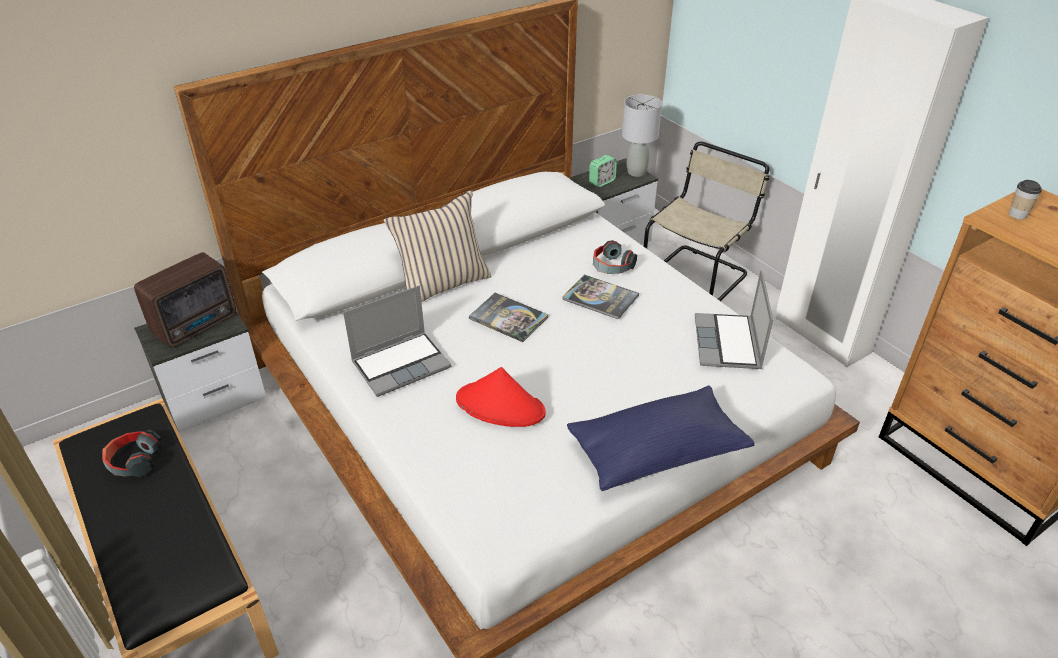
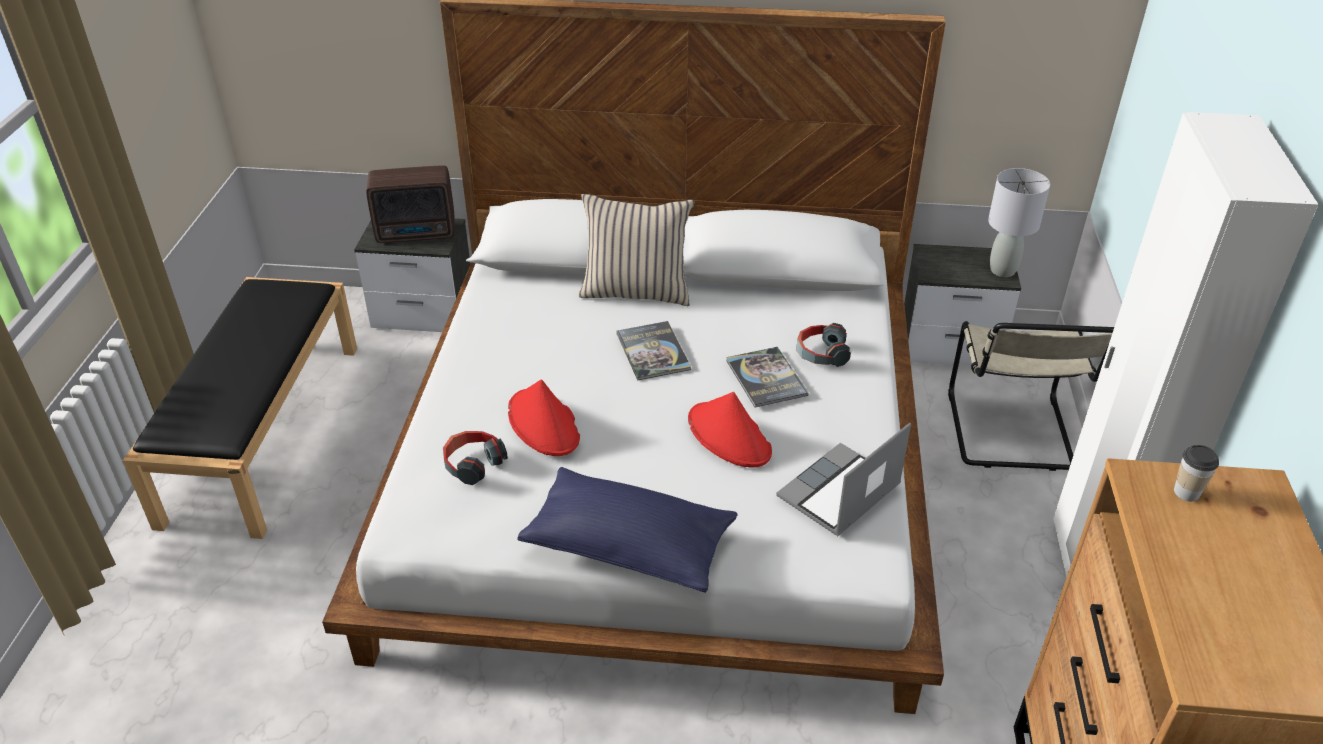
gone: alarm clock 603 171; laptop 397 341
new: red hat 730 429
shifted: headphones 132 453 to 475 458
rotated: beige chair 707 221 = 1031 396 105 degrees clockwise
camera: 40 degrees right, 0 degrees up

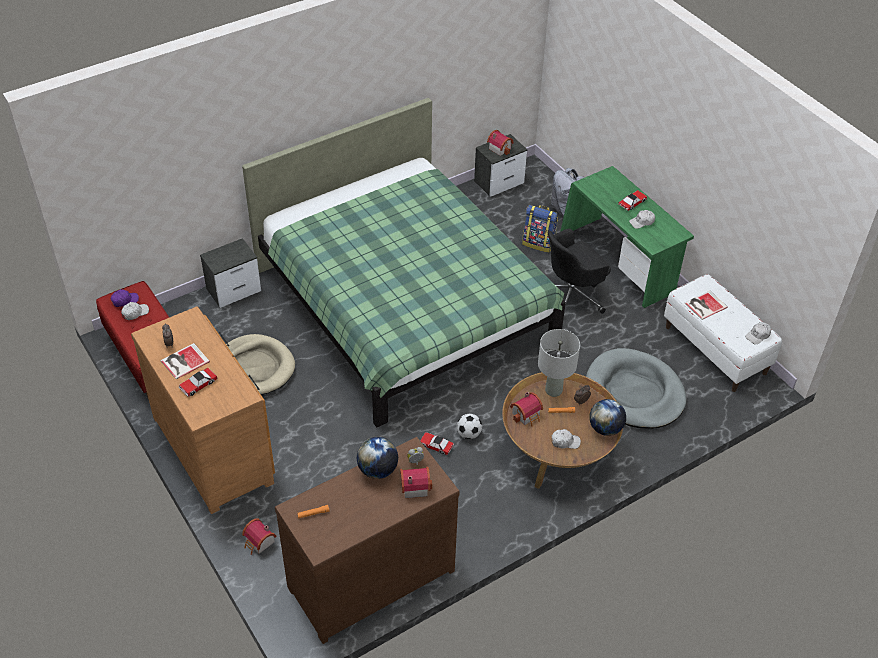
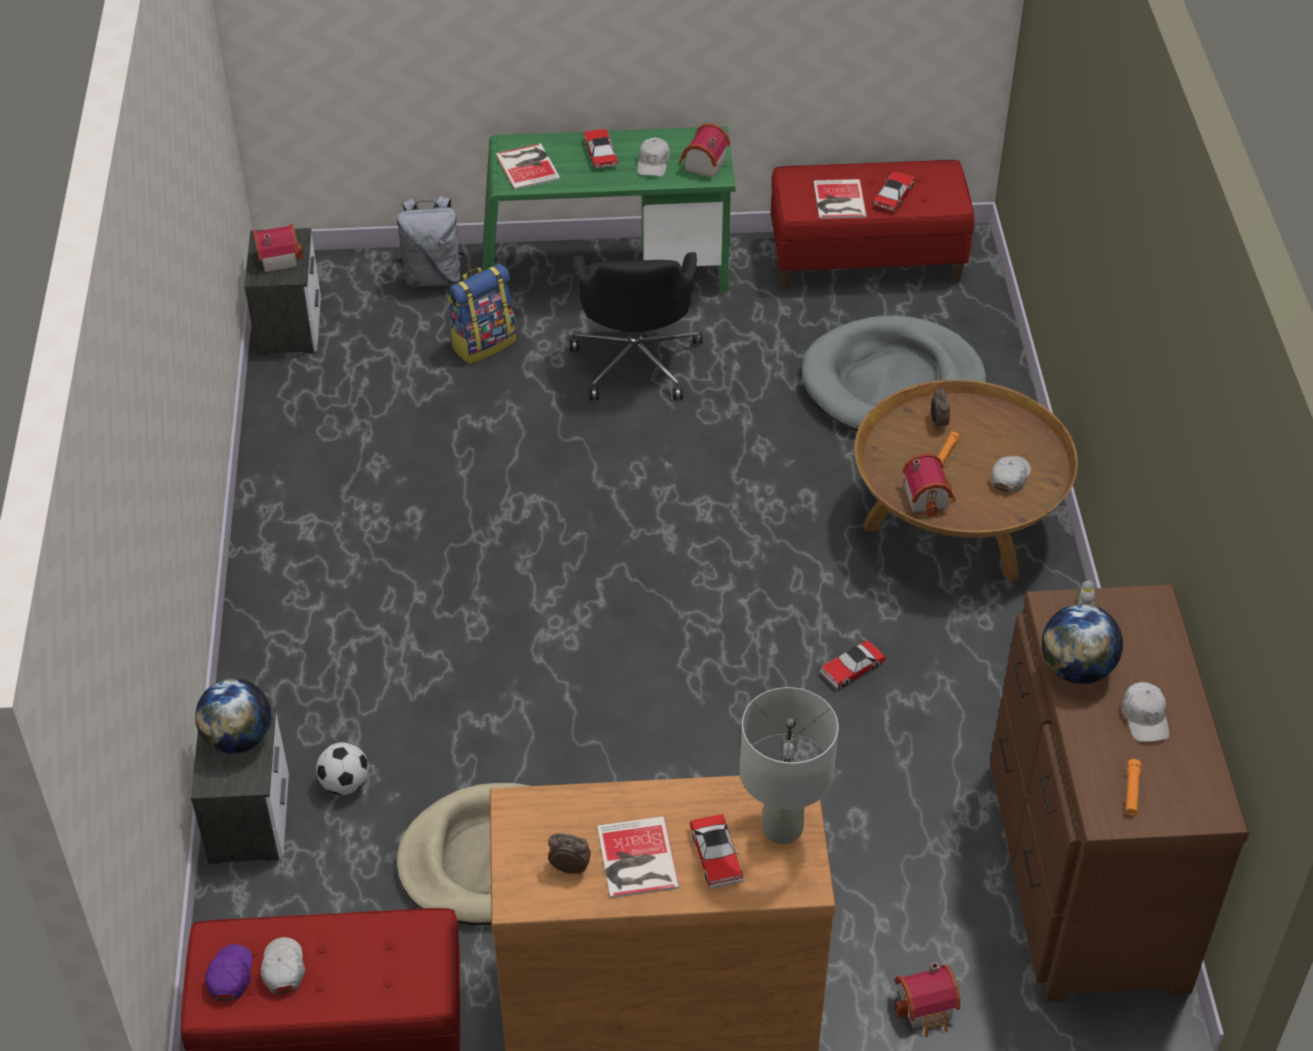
gone: green bed 404 262
new: book 527 166; toy car 894 191
shifted: white cap 758 333 to 1145 712; grey table lamp 559 363 to 789 765; globe 607 417 to 233 716; football 469 426 to 342 768; toy house 416 482 to 704 151
repainted: white bench 723 333 to red bench 872 224
camera: 60 degrees left, 0 degrees up

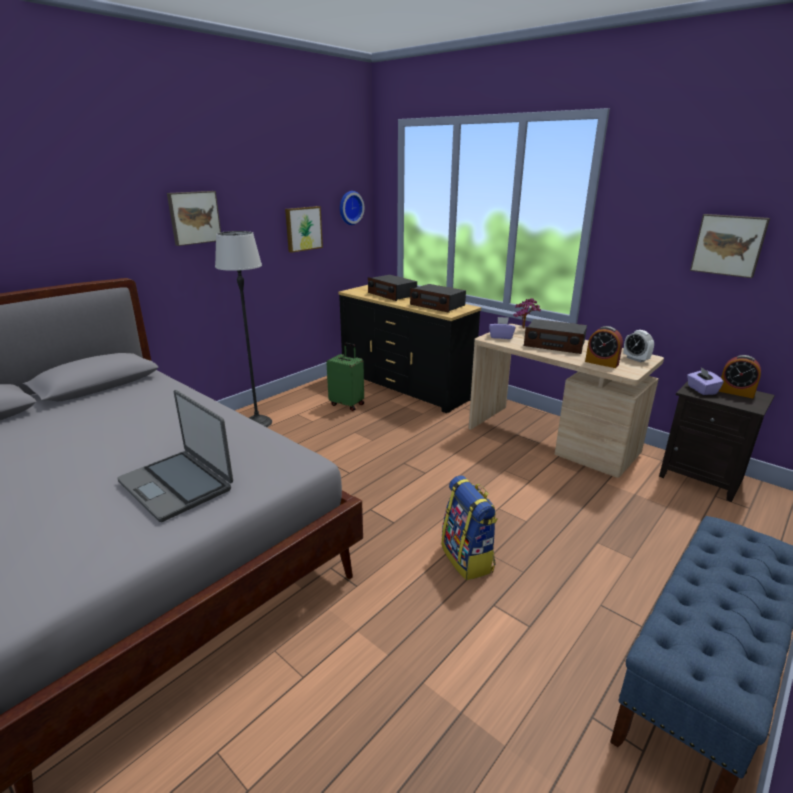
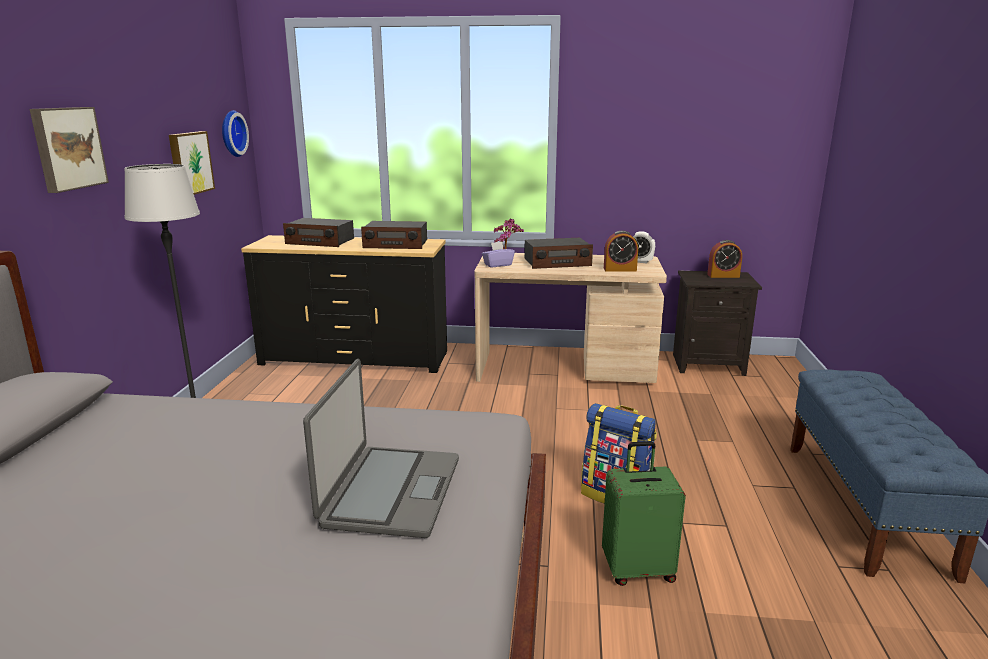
gone: picture 730 246; purple tissue box 705 381
shifted: green suitcase 345 377 to 644 513
rotated: laptop 175 456 = 381 448 90 degrees counterclockwise
camera: 35 degrees left, 5 degrees down

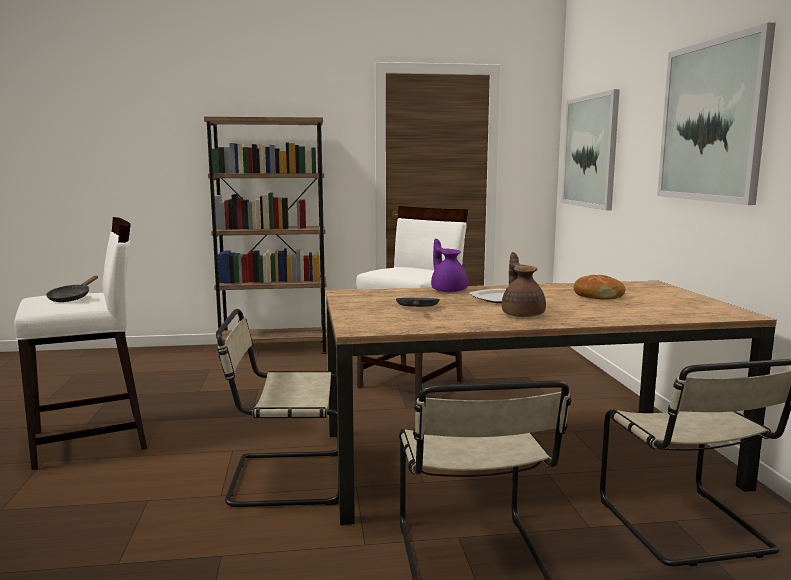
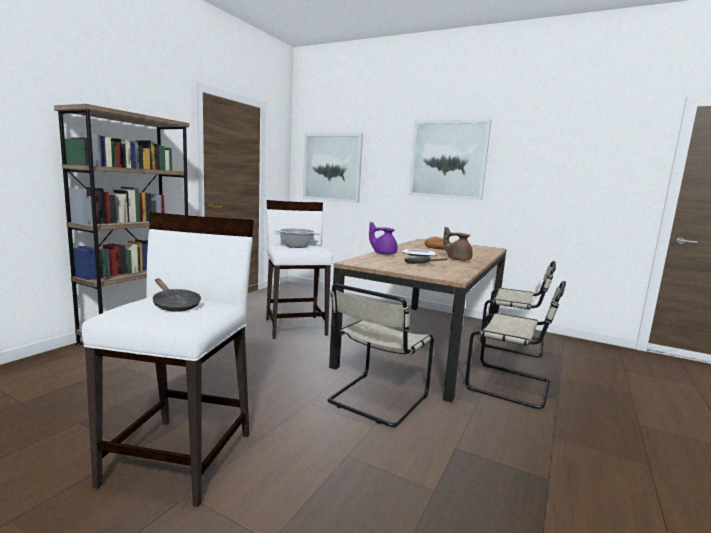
new: cooking pot 297 238
camera: 55 degrees left, 0 degrees up

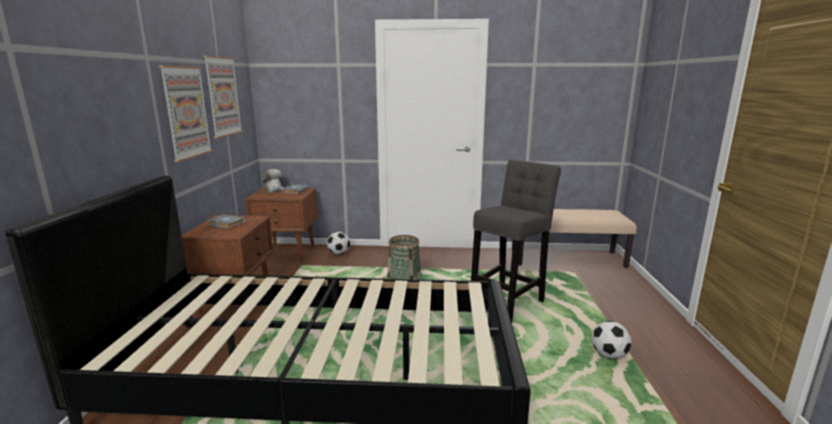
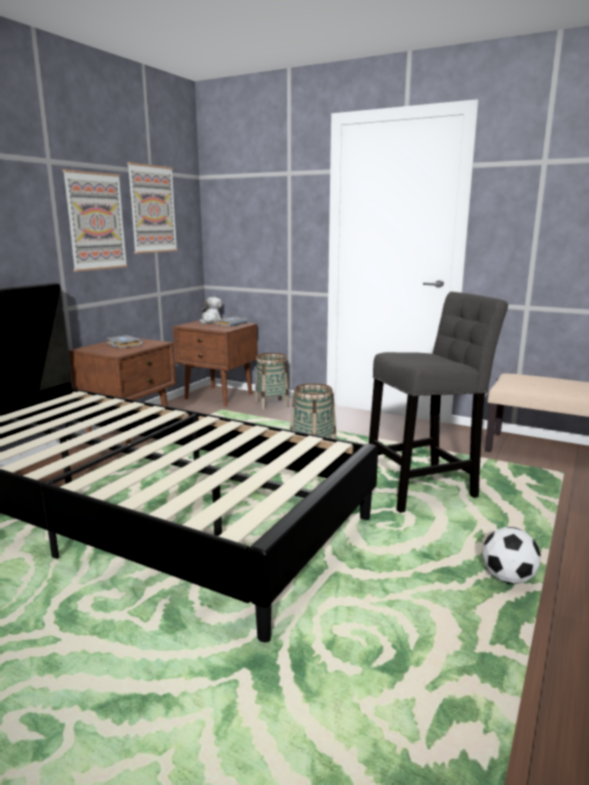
swapped: football 338 243 to basket 272 381
camera: 25 degrees right, 0 degrees up

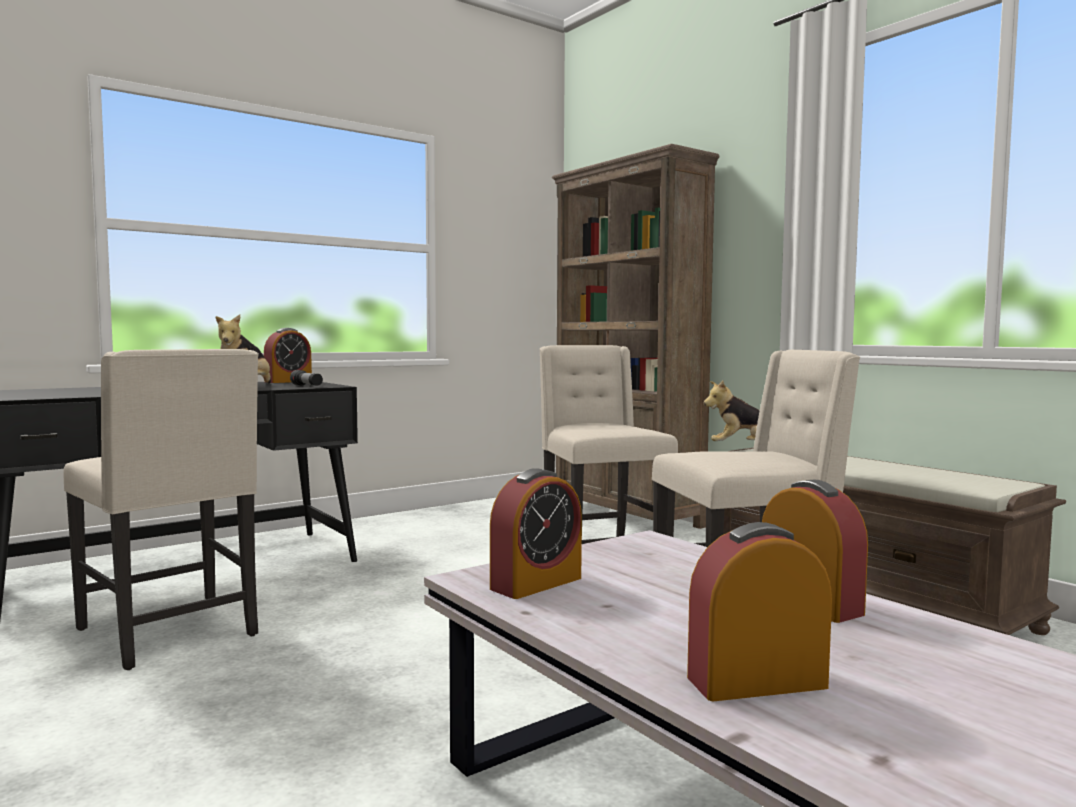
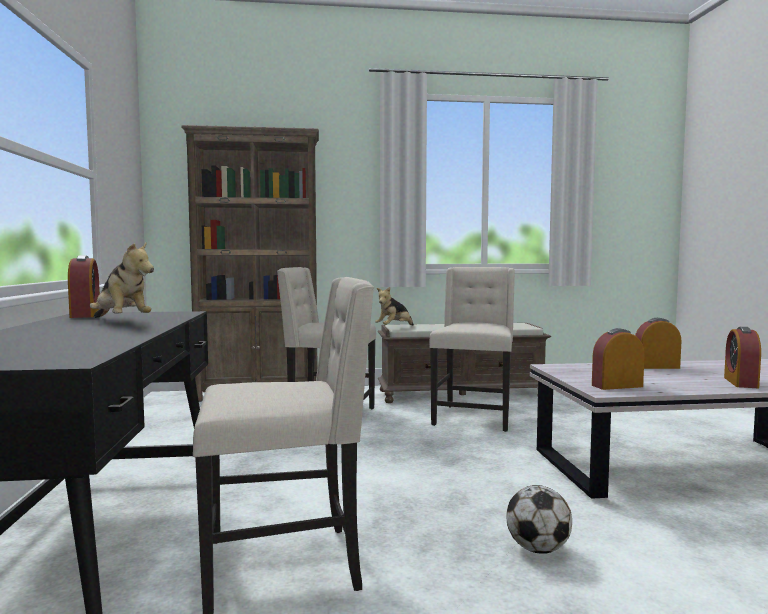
gone: flashlight 306 378
new: football 539 519
rotated: alarm clock 536 533 = 618 359 90 degrees counterclockwise
camera: 60 degrees left, 0 degrees up

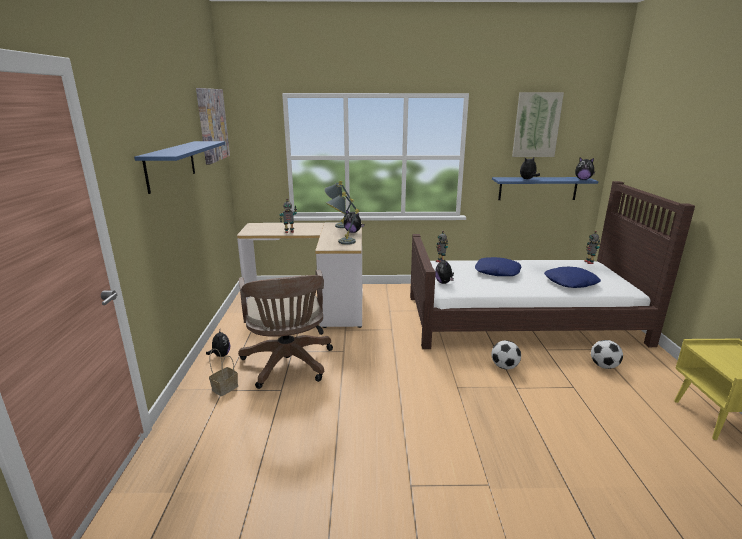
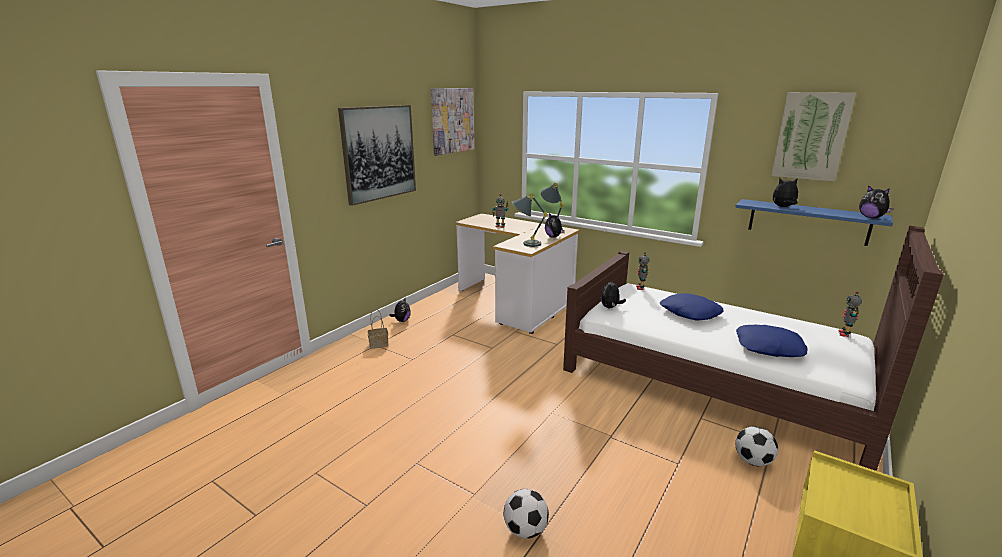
gone: brown office chair 285 329
shifted: football 506 355 to 526 514
swapped: blue shelf 179 167 to picture 377 155
camera: 35 degrees right, 0 degrees up

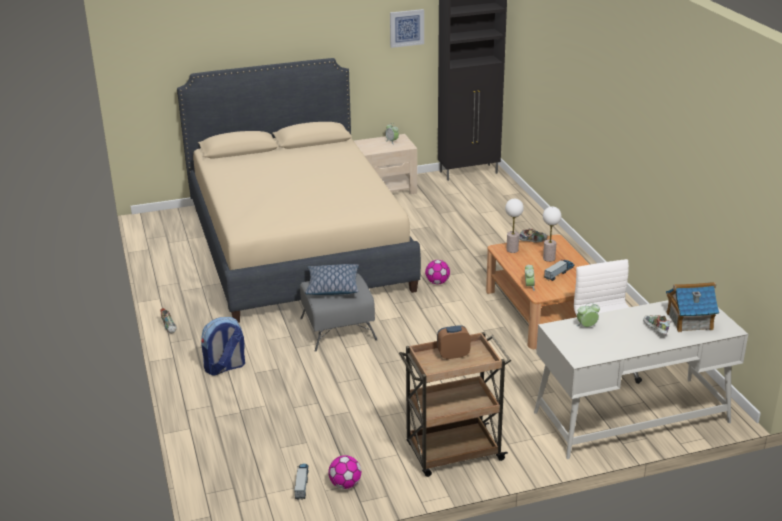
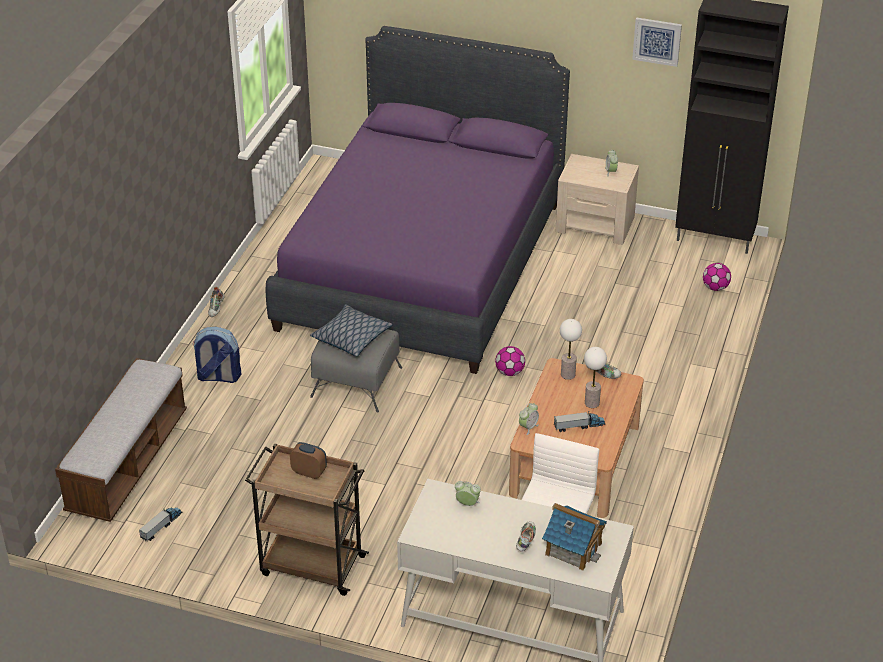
new: bench 121 440
shifted: football 344 472 to 717 277
repainted: beige bed 299 190 to purple bed 418 200
camera: 35 degrees right, 10 degrees up

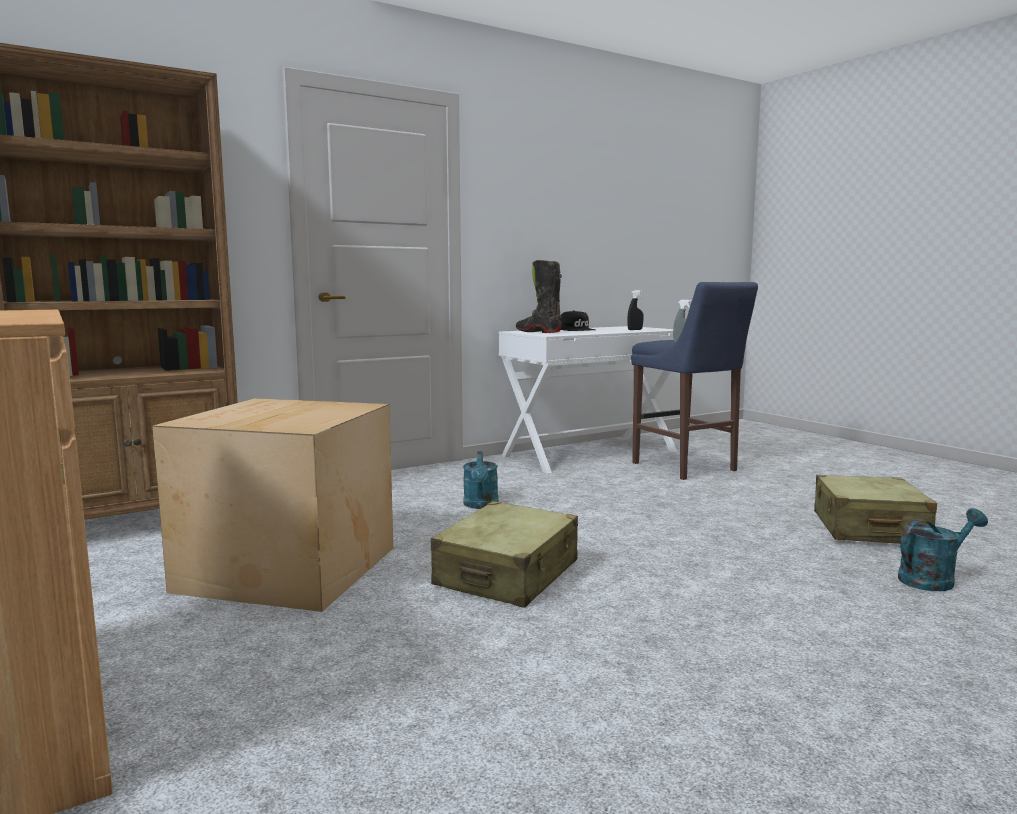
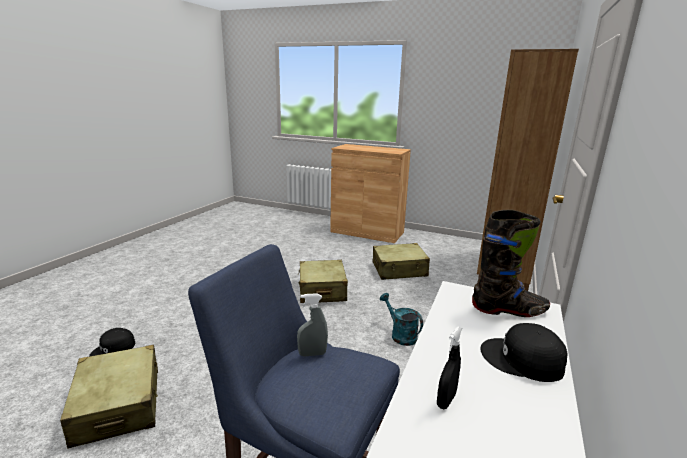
swapped: cardboard box 273 505 to beige suitcase 401 261; turquoise watering can 943 549 to black cap 112 342
camera: 145 degrees right, 10 degrees up

